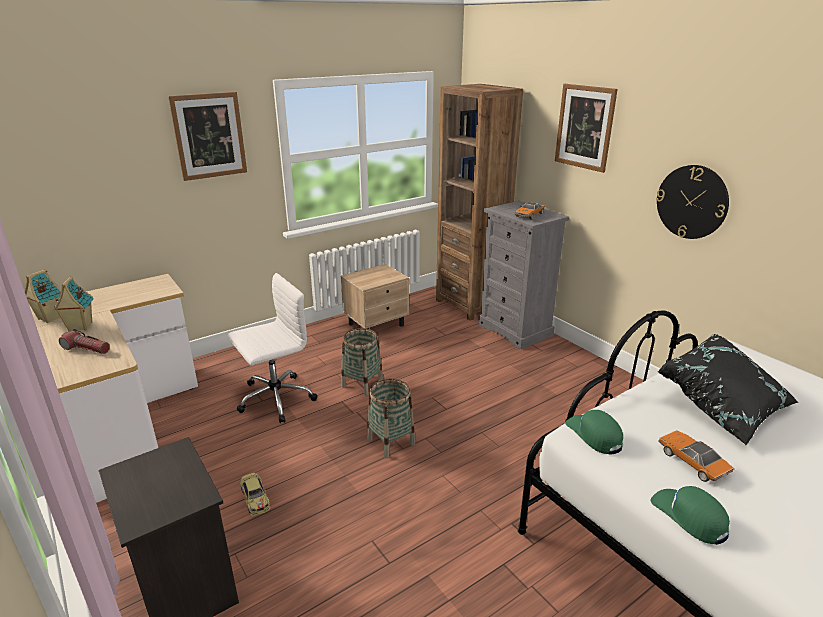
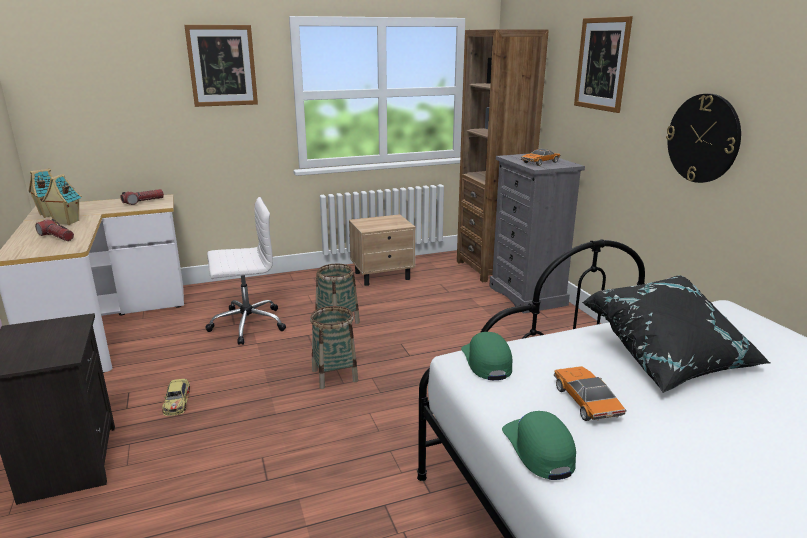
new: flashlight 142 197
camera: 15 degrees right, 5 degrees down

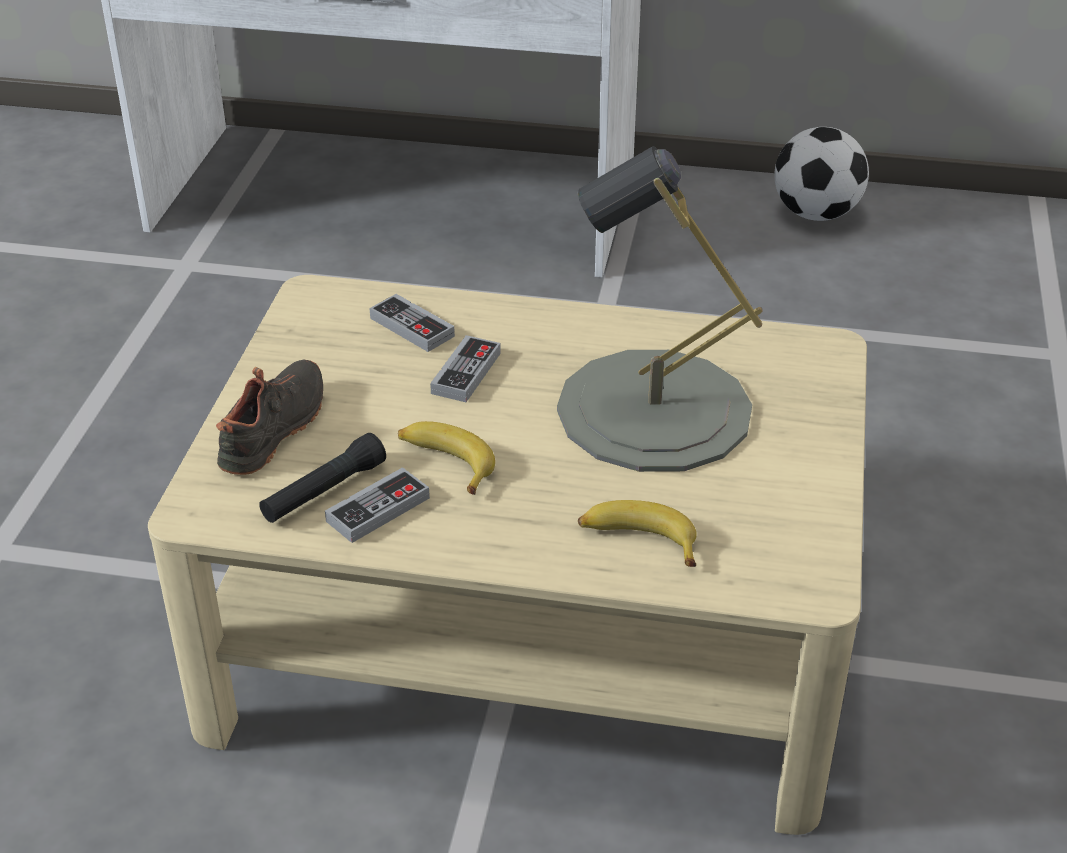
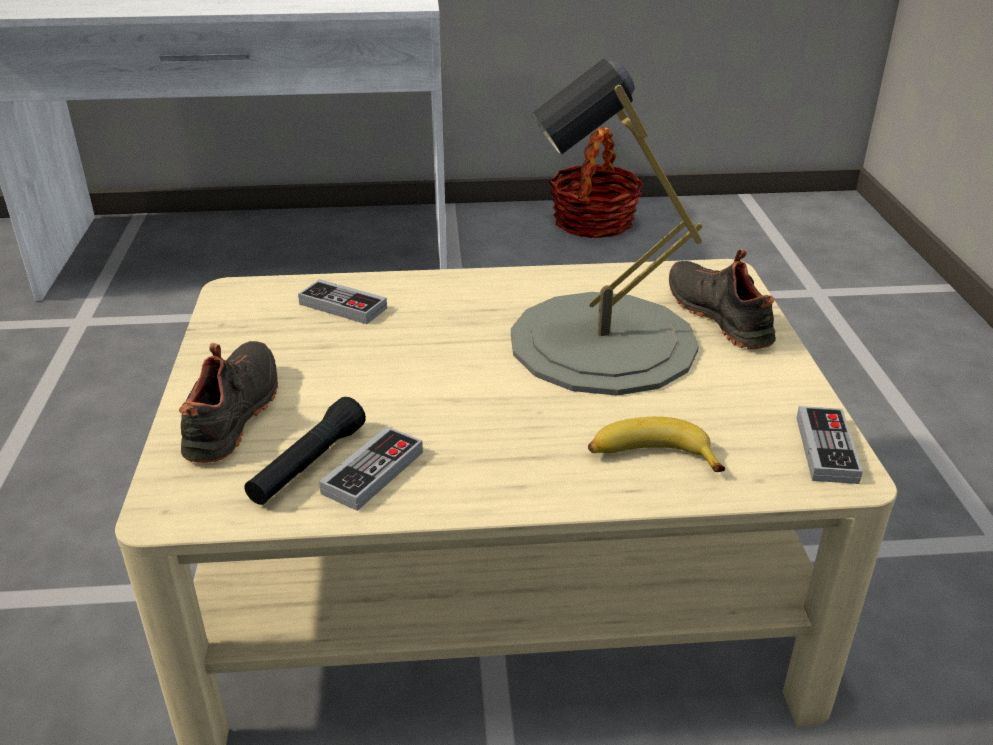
gone: banana 446 458
new: black shoe 722 299
shifted: game controller 465 368 to 830 445
swapped: football 821 174 to basket 596 182
camera: 15 degrees left, 5 degrees down

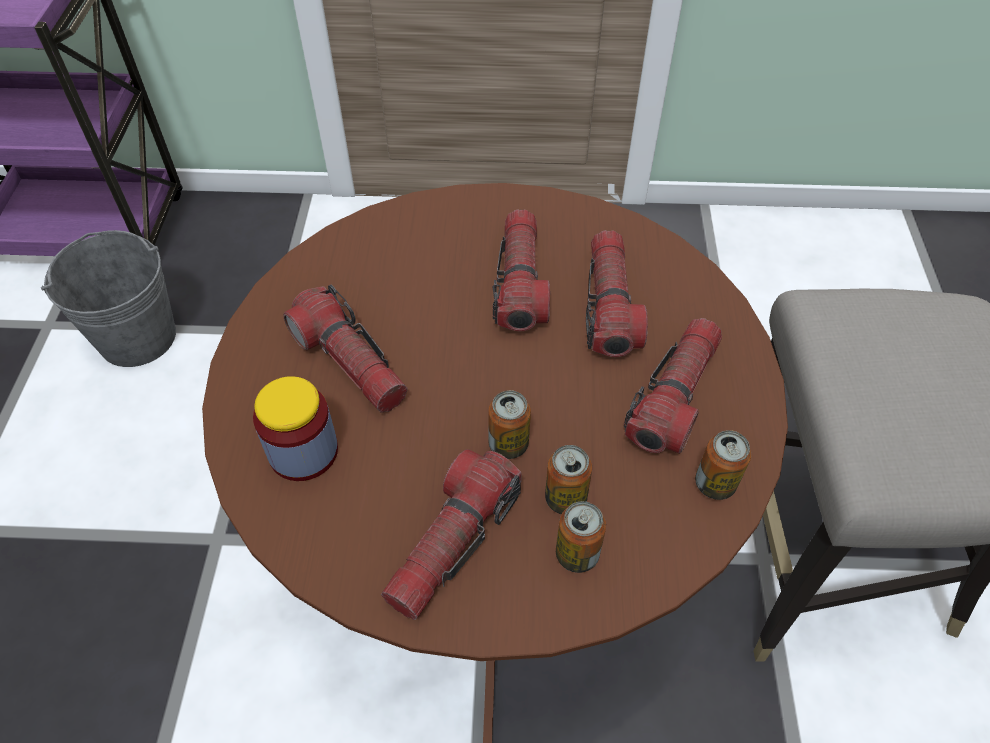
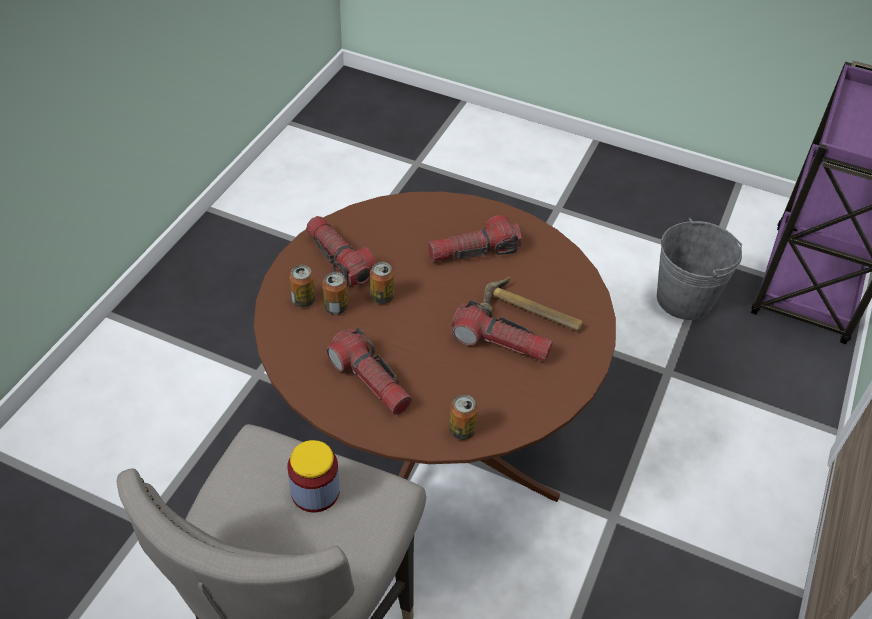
gone: flashlight 617 293
new: hammer 530 304
shifted: jar 295 428 to 313 476; can 723 465 to 463 417
camera: 110 degrees right, 5 degrees down

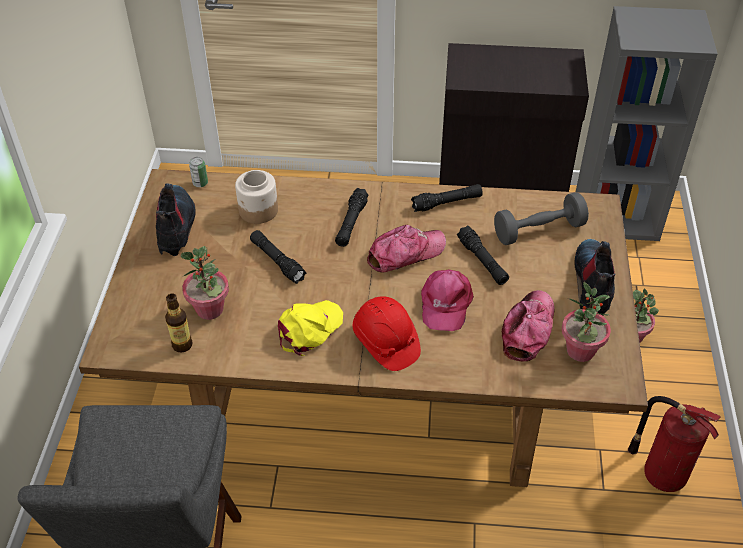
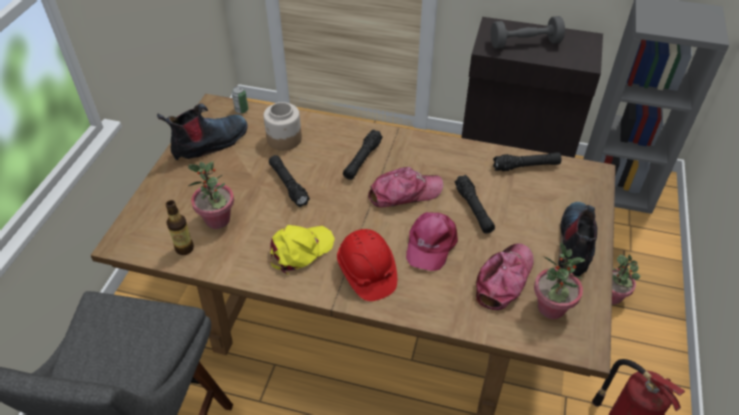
shifted: black flashlight 447 198 to 527 161; grey dumbbell 541 218 to 528 32
rotated: boot 176 219 = 202 132 45 degrees clockwise
camera: 10 degrees right, 0 degrees up

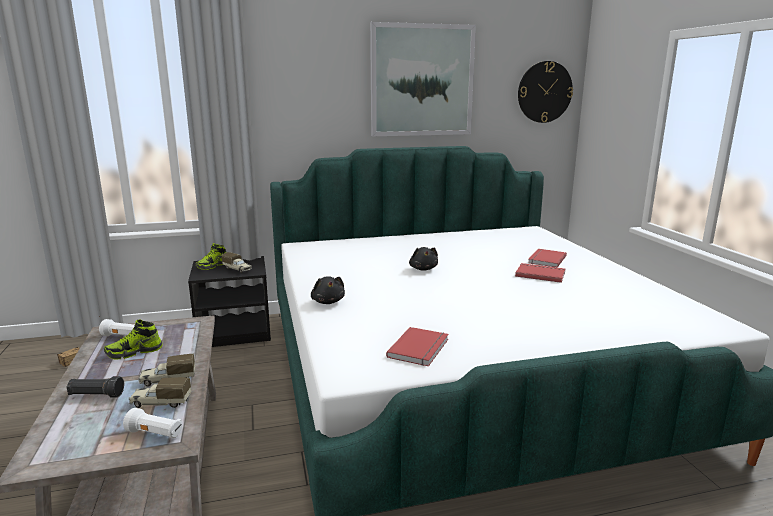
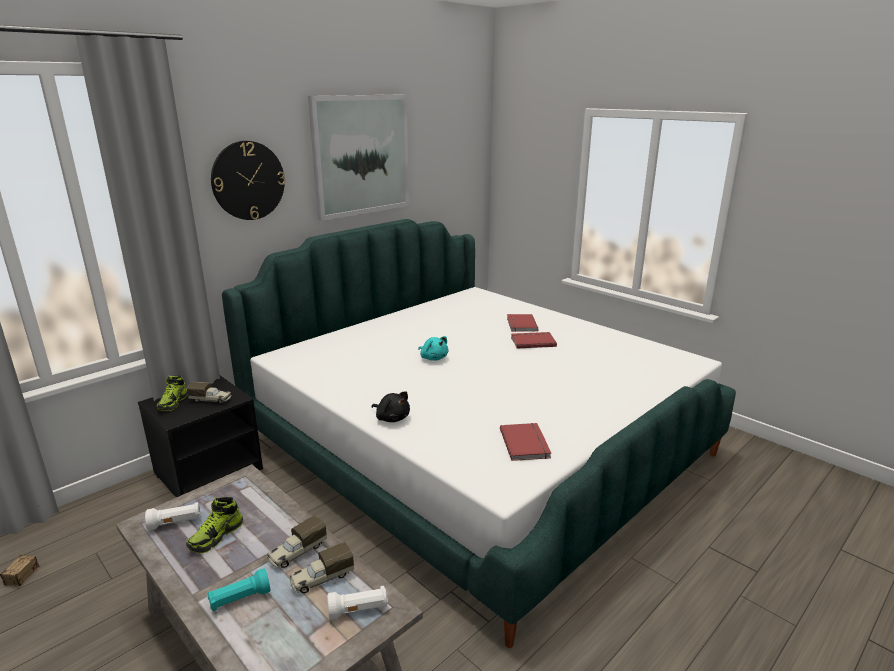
shifted: wall clock 545 92 to 248 180
repainted: black plush toy 423 259 to turquoise plush toy 433 348; black flashlight 95 387 to turquoise flashlight 238 590
camera: 30 degrees left, 5 degrees up

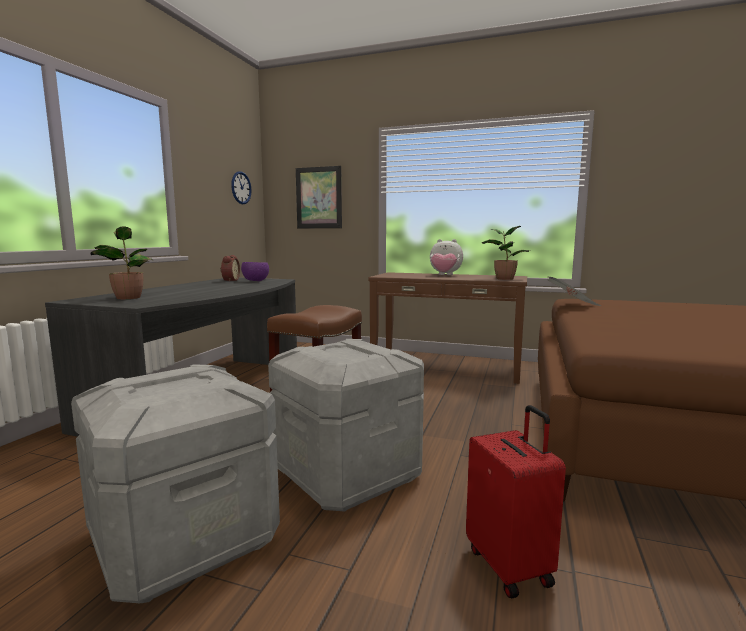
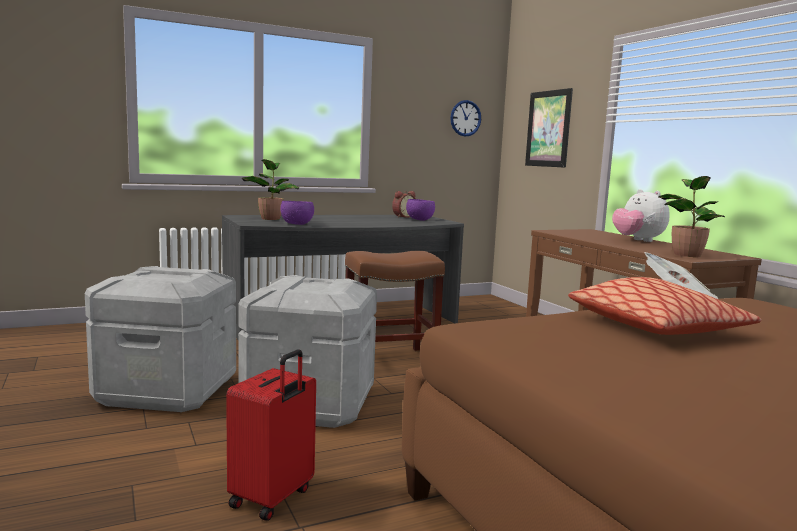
new: purple bowl 297 213; pillow 665 306
camera: 45 degrees right, 0 degrees up

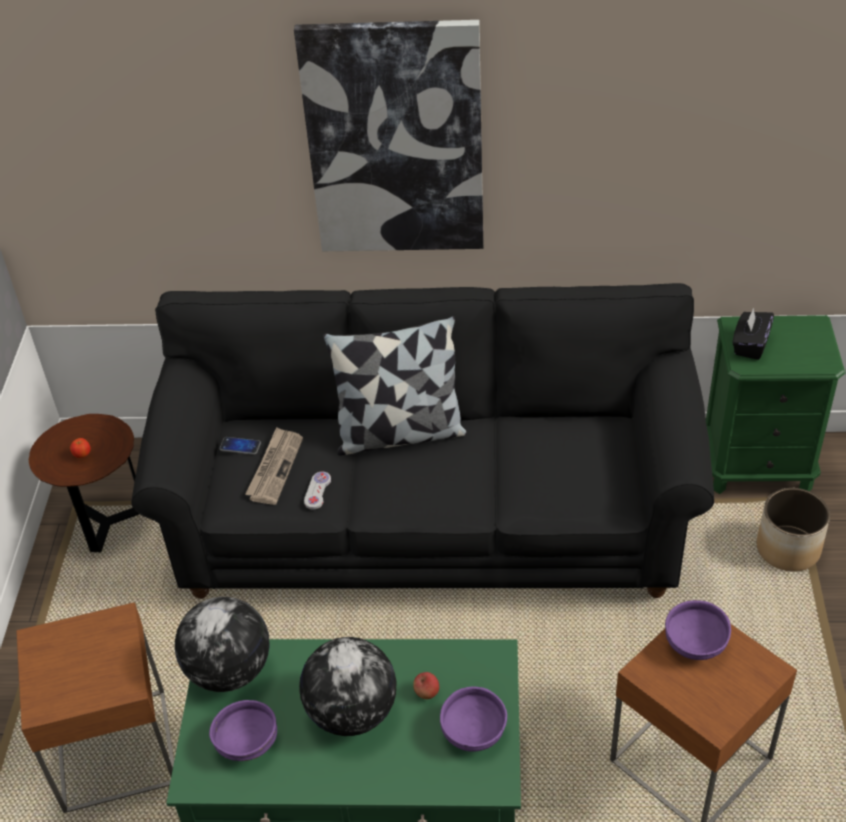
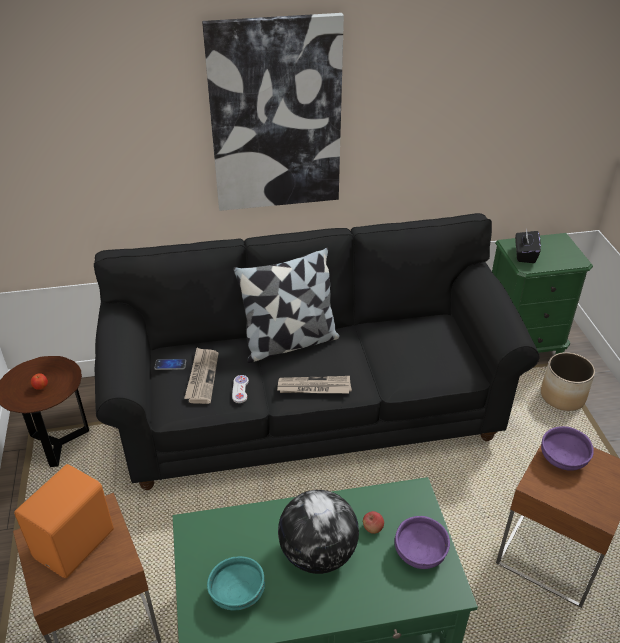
gone: globe 222 644
new: newspaper 314 384; orange speaker 64 521
repainted: purple bowl 243 730 to turquoise bowl 236 583
camera: 15 degrees left, 5 degrees down

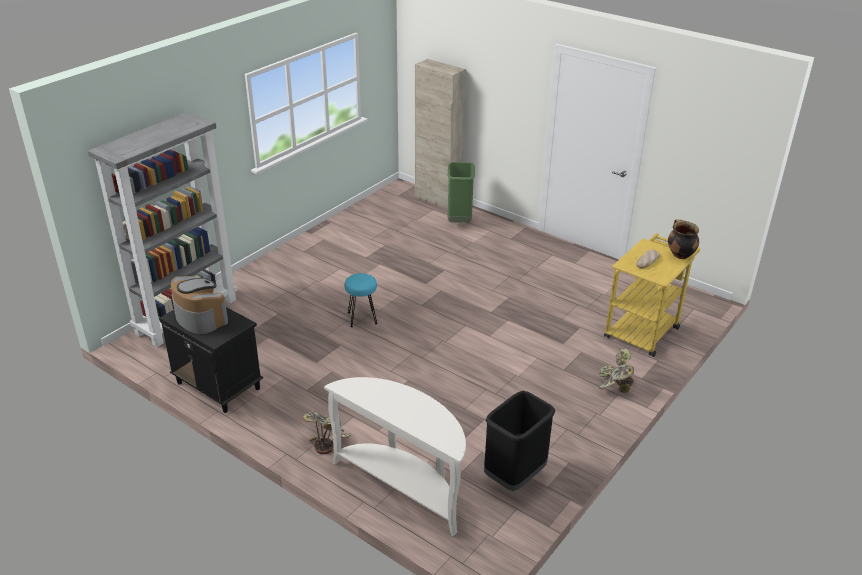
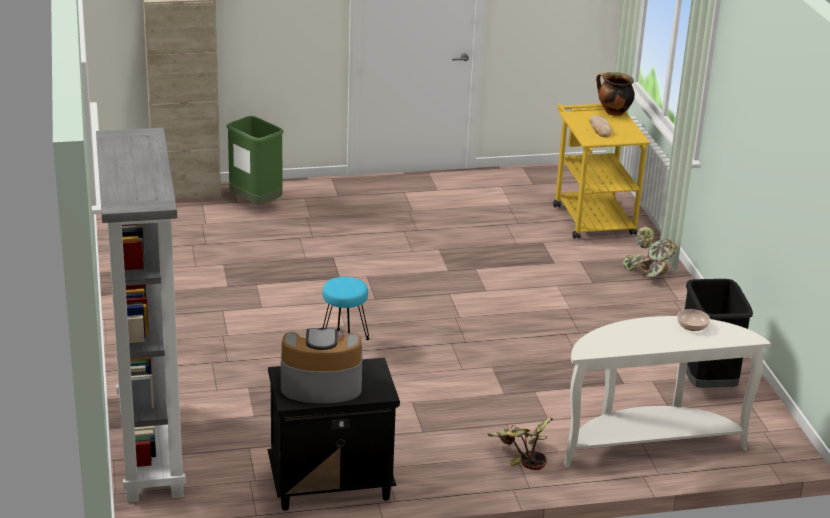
new: bowl 693 320
camera: 50 degrees left, 5 degrees down

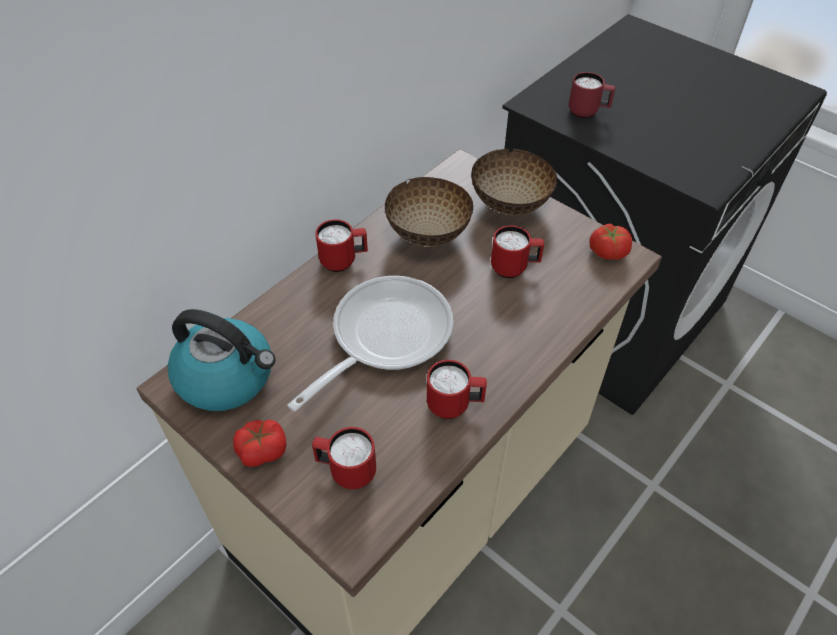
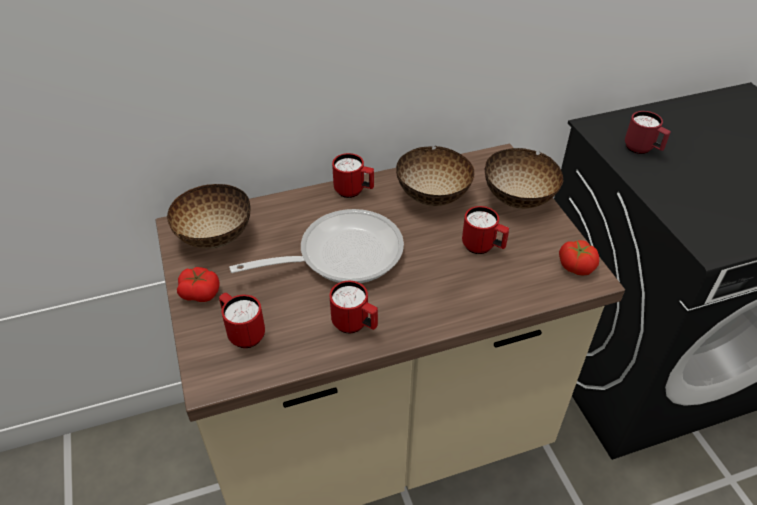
swapped: kettle 222 360 to bowl 209 216
camera: 30 degrees right, 5 degrees down

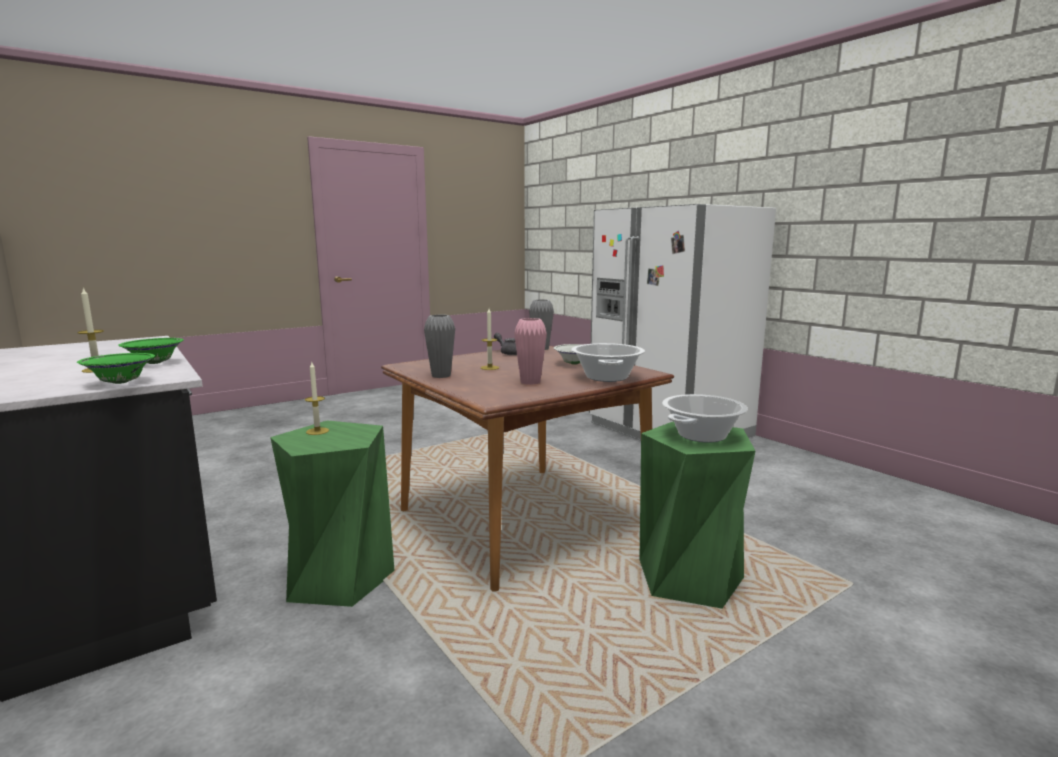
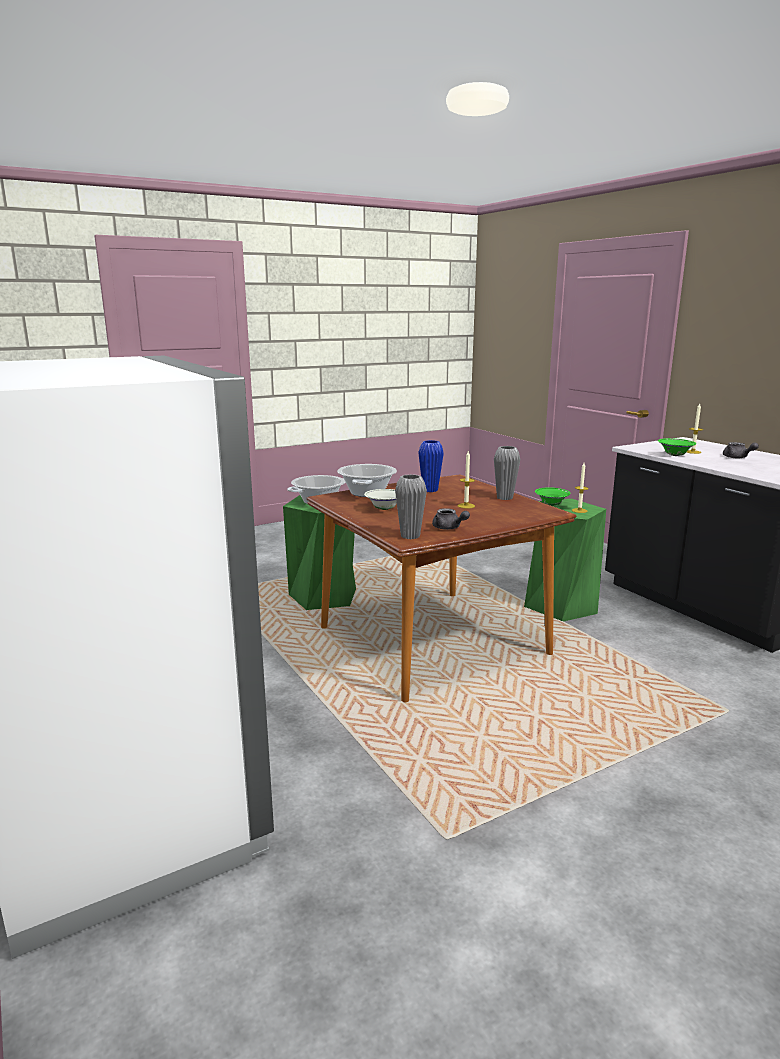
new: grey teapot 741 450
shifted: green bowl 116 368 to 553 496
repainted: pink vase 530 351 to blue vase 431 466
camera: 175 degrees left, 5 degrees up

